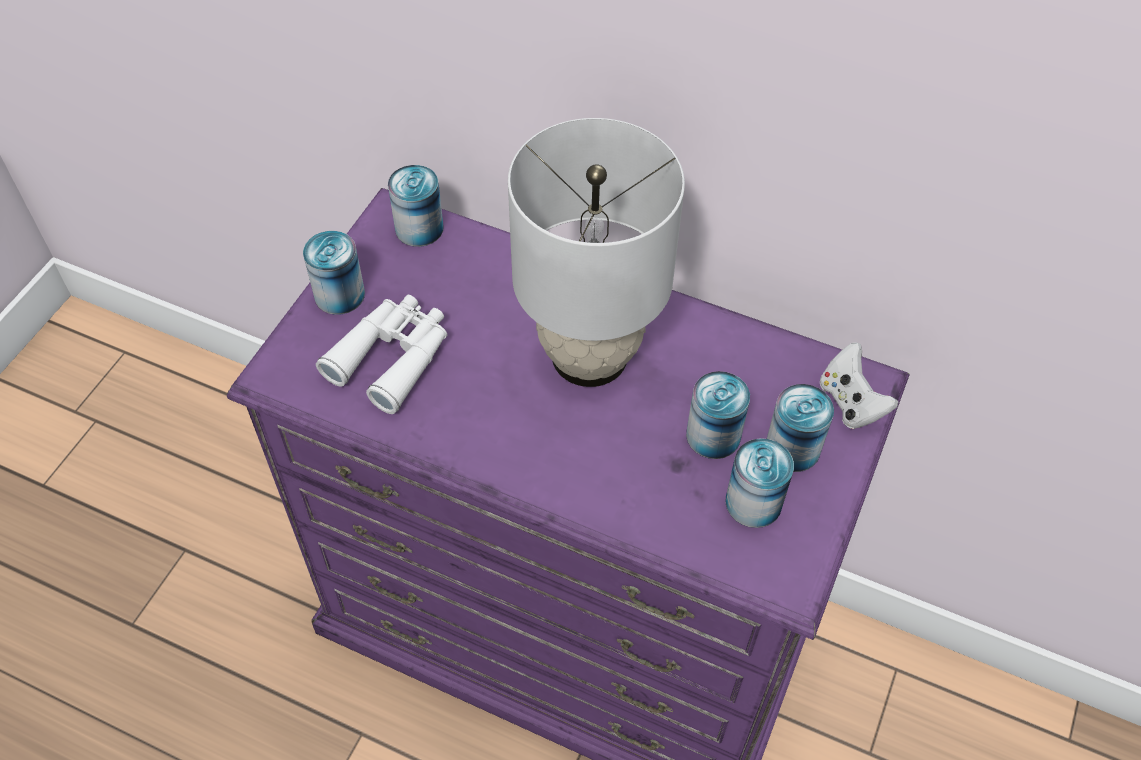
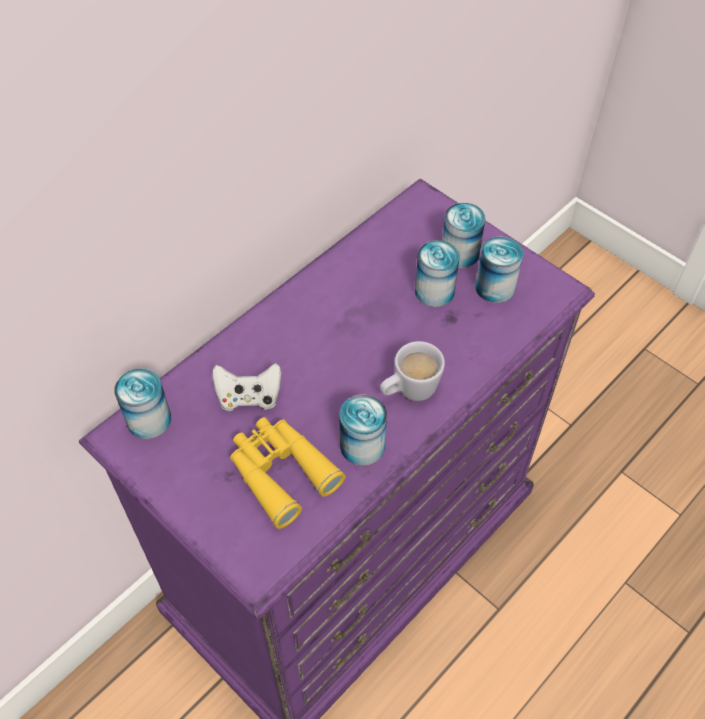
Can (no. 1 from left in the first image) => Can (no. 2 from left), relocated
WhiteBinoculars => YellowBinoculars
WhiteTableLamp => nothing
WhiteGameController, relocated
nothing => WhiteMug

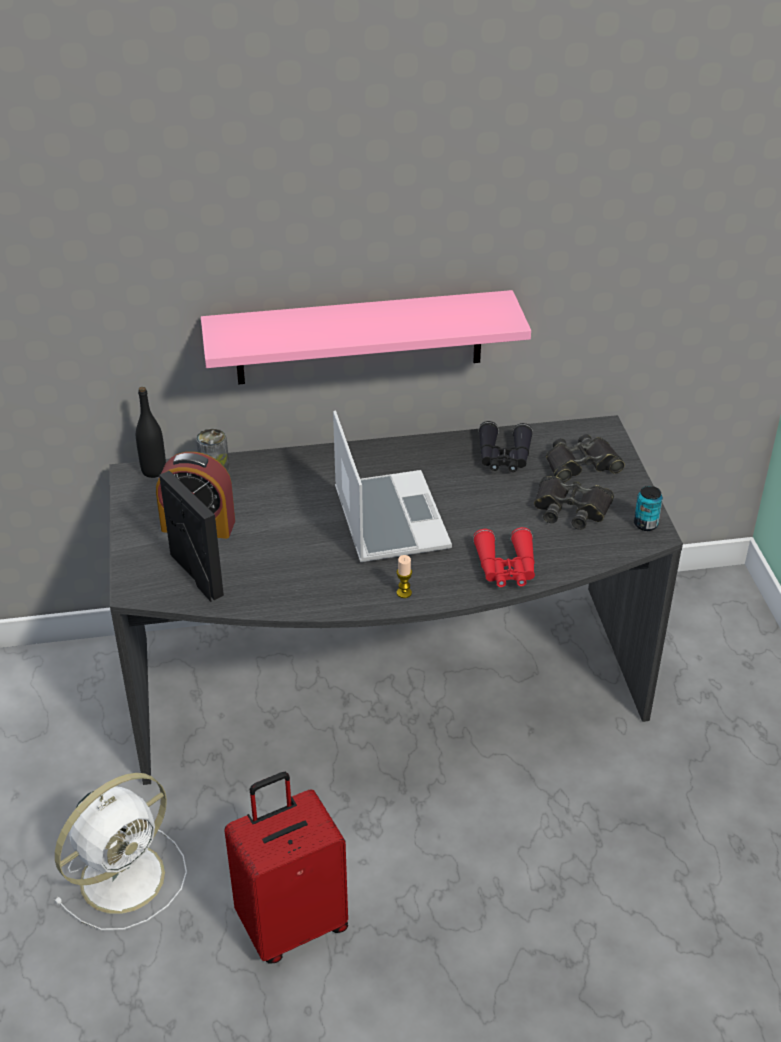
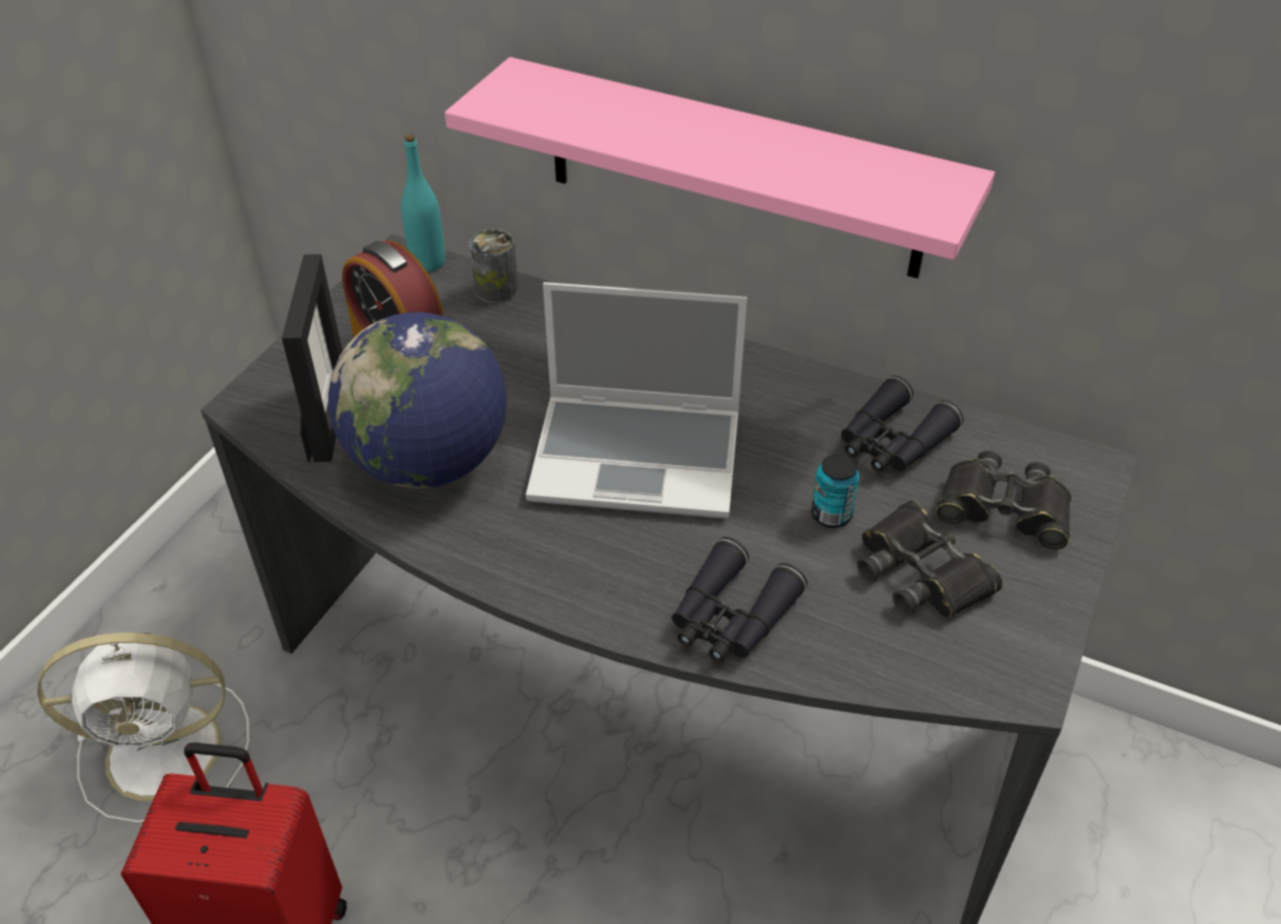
BlackBottle => TurquoiseBottle
Laptop, 75 degrees clockwise
Candle => nothing
RedBinoculars => BlackBinoculars (no. 1 from left)
Can (no. 2 from left), relocated
nothing => Globe

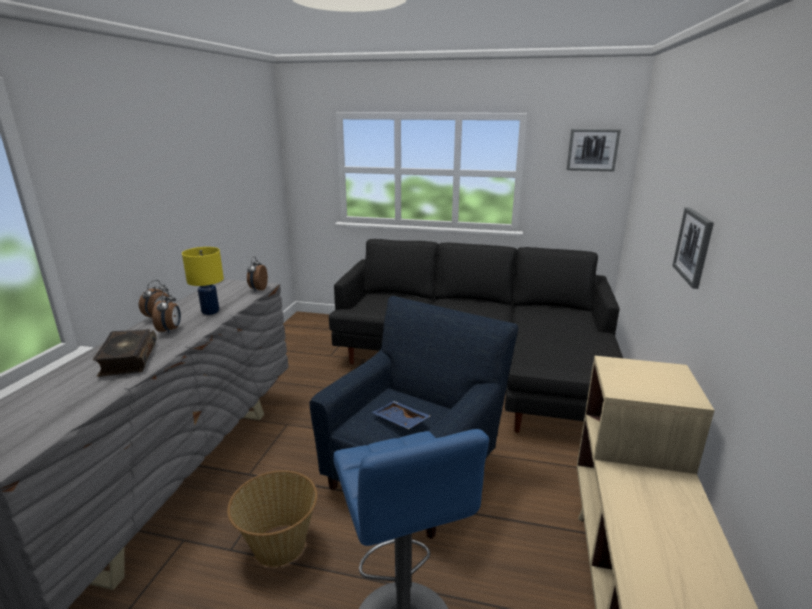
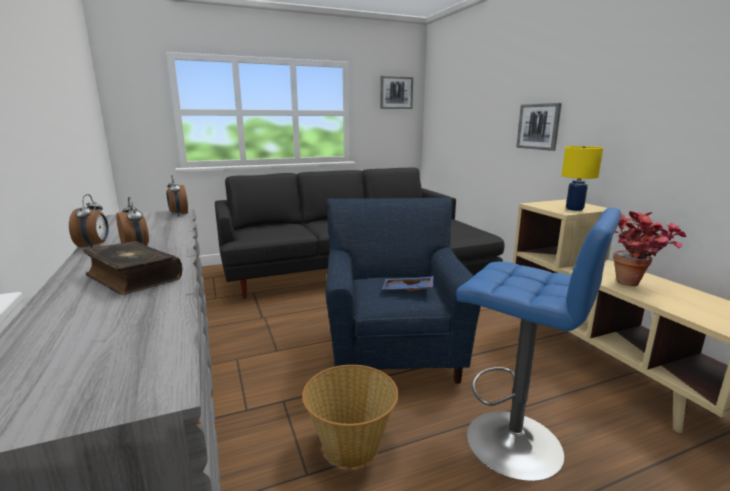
YellowTableLamp, relocated
nothing => PottedPlant

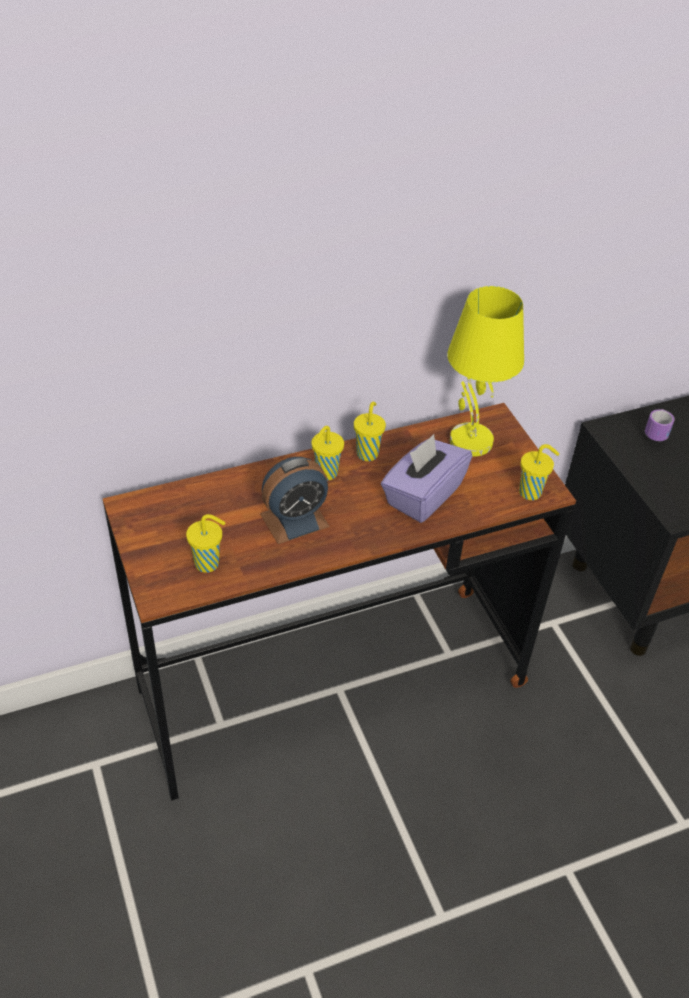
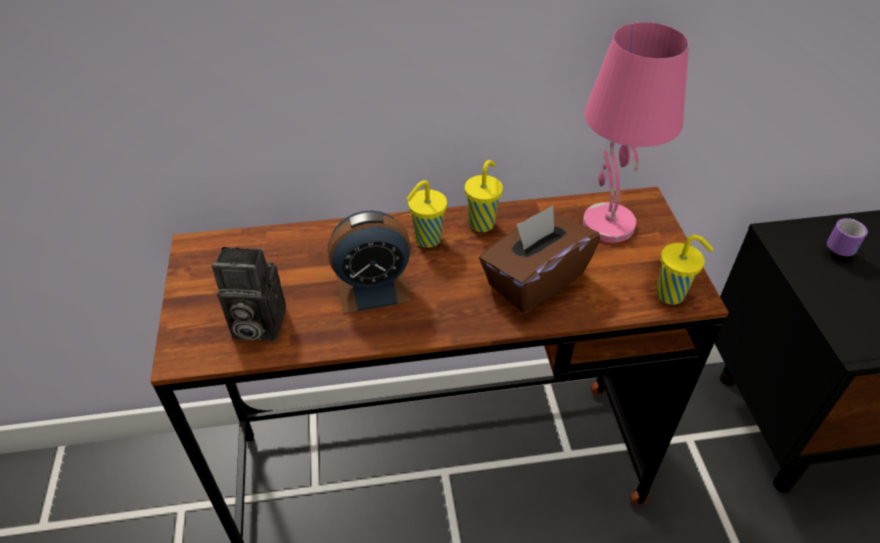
YellowCup (no. 1 from left) => PhotoCamera
PurpleTissueBox => BrownTissueBox
YellowTableLamp => PinkTableLamp

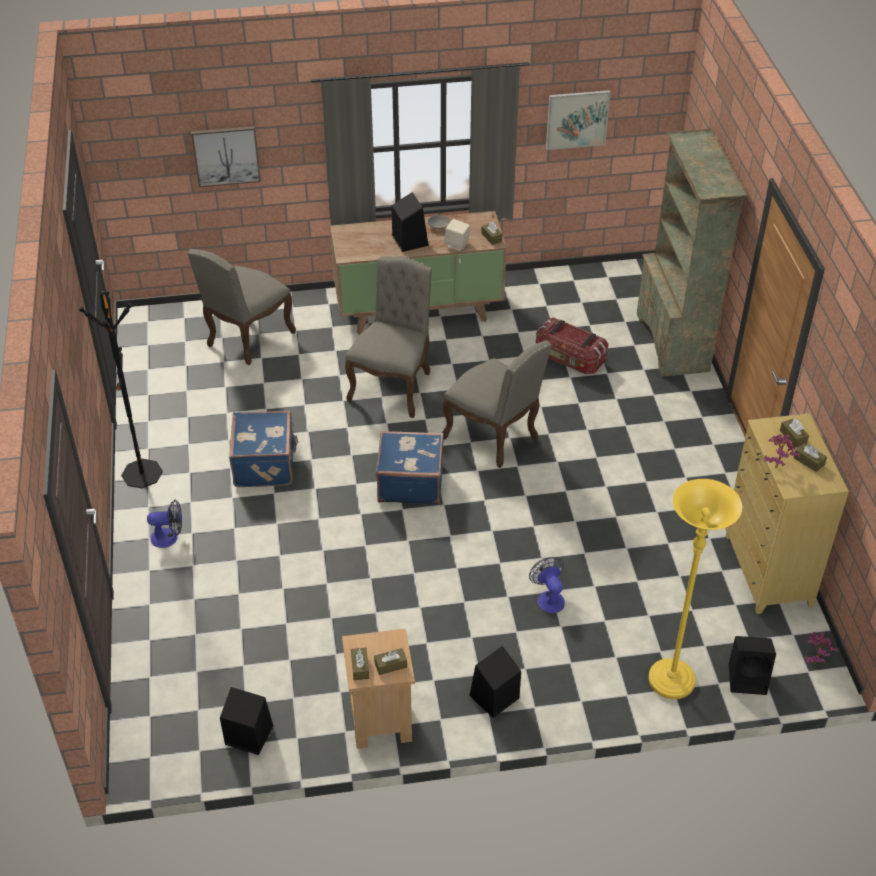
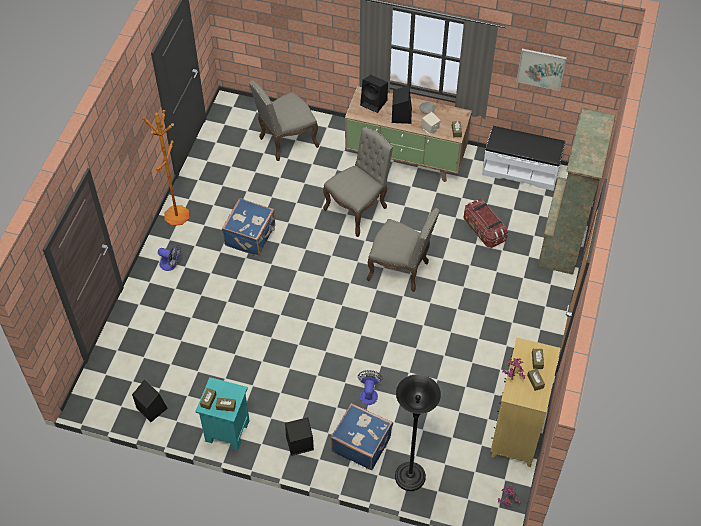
BlackClothesRack => OrangeClothesRack
Picture (no. 1 from left) => nothing
BeigeNightstand => TurquoiseNightstand
BlueSuitcase (no. 2 from left), relocated
GreyChair (no. 3 from left), 45 degrees counterclockwise
YellowFloorLamp => BlackFloorLamp
BlackSpeaker (no. 4 from left in the first image) => BlackSpeaker (no. 3 from left), relocated
nothing => WhiteBench

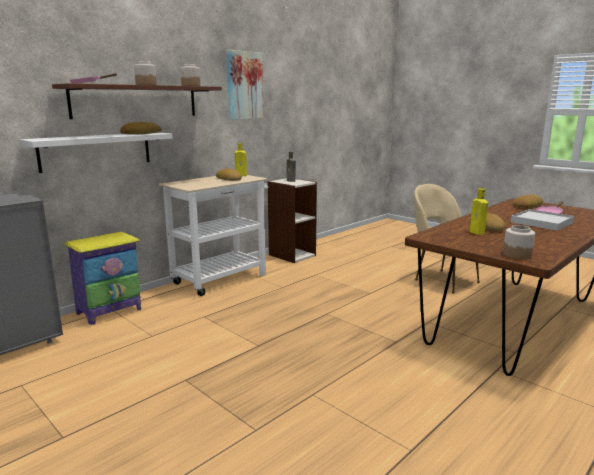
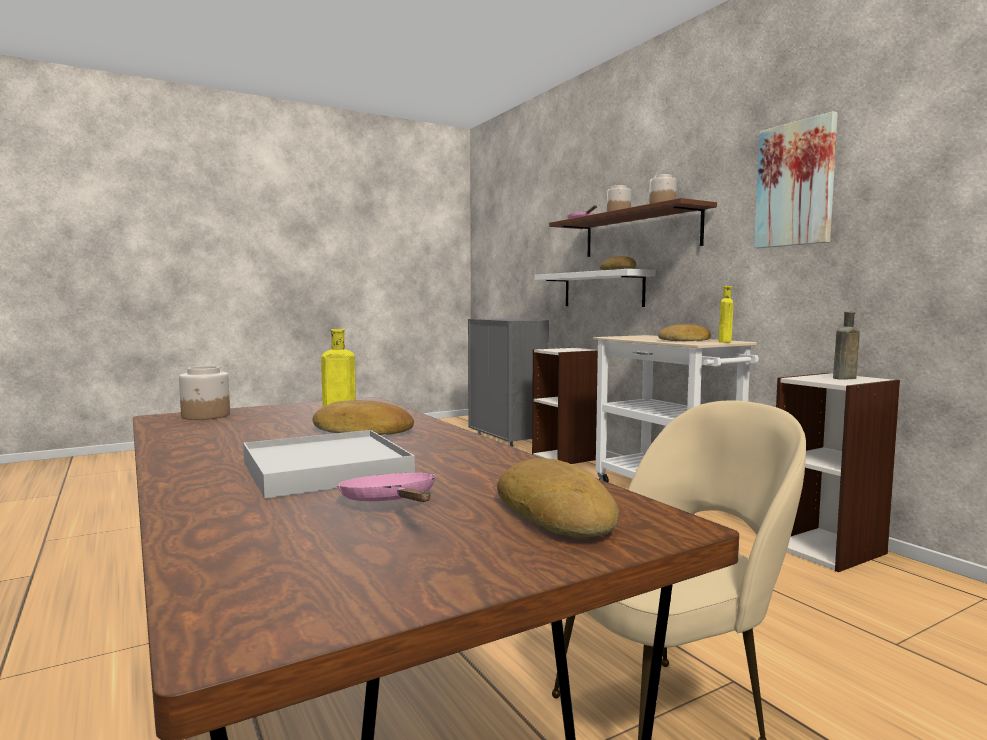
Nightstand => Bookcase (no. 1 from left)

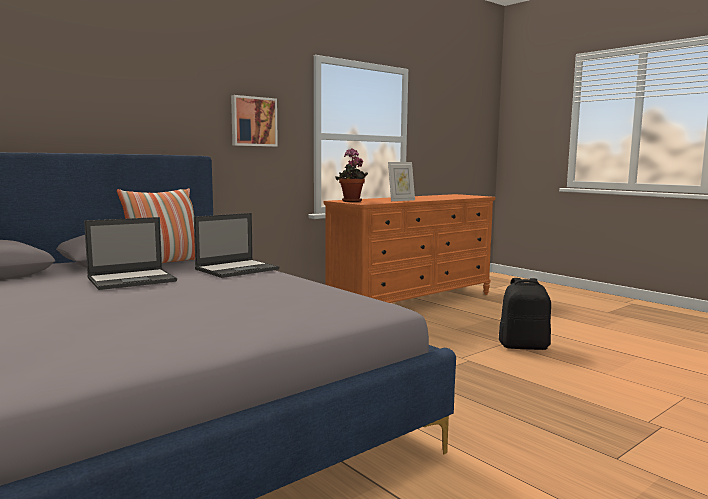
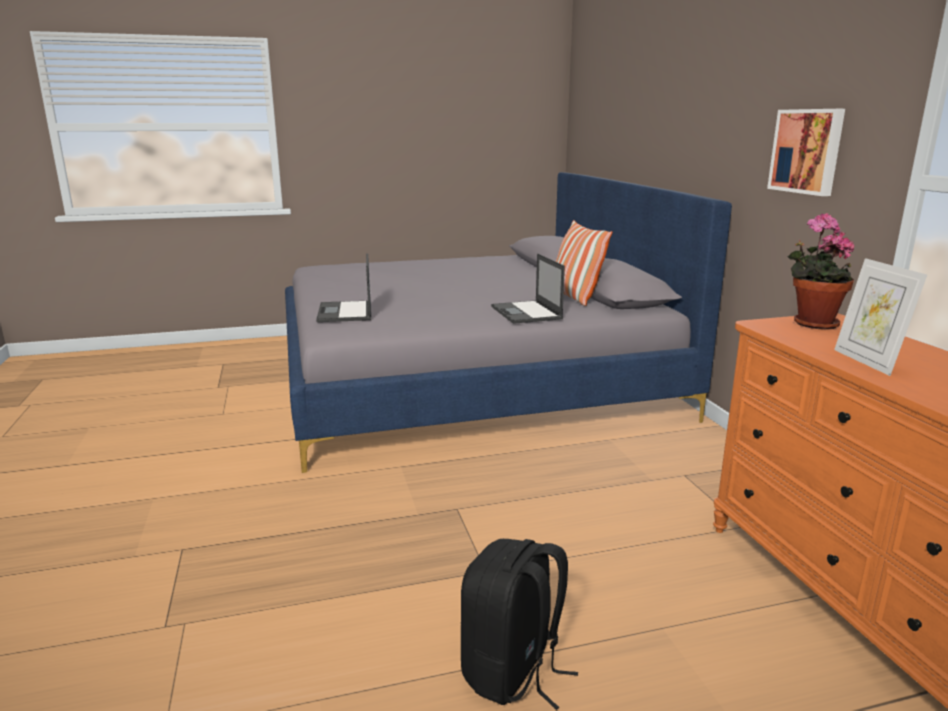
Laptop (no. 1 from left), relocated

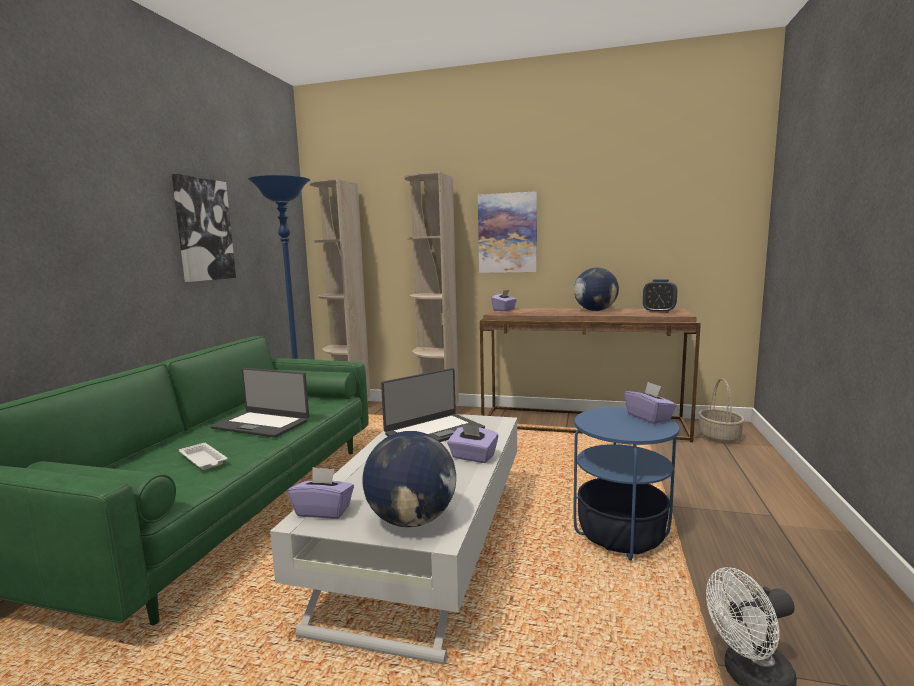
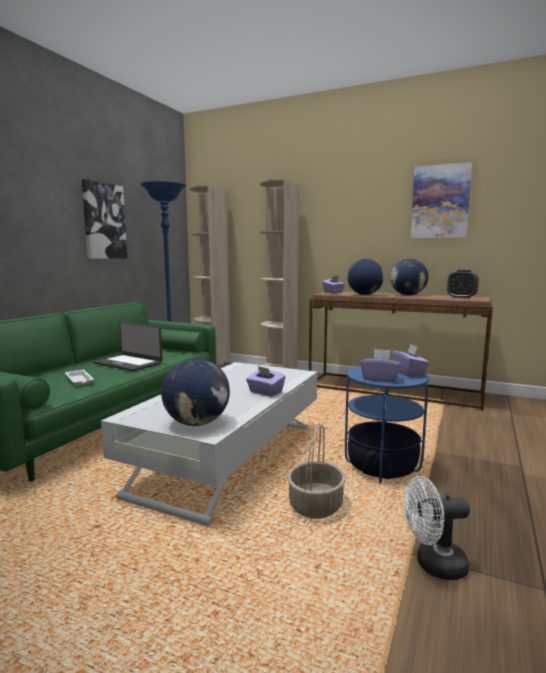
PurpleTissueBox (no. 1 from left in the first image) => PurpleTissueBox (no. 3 from left), relocated
Laptop (no. 2 from left) => nothing
Picture (no. 2 from left), relocated
Basket, relocated
nothing => Globe (no. 2 from left)

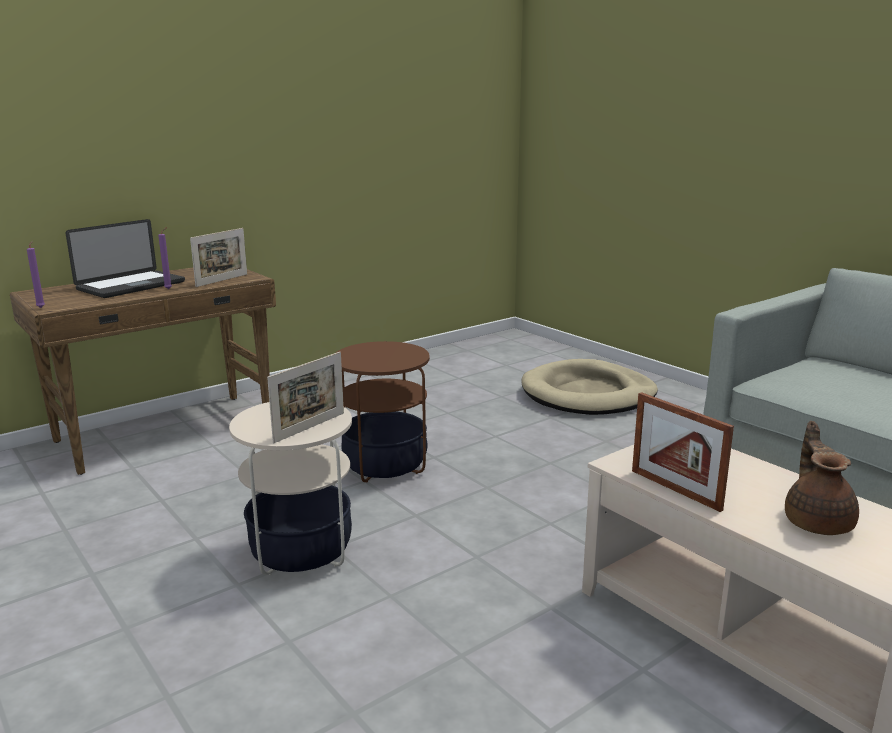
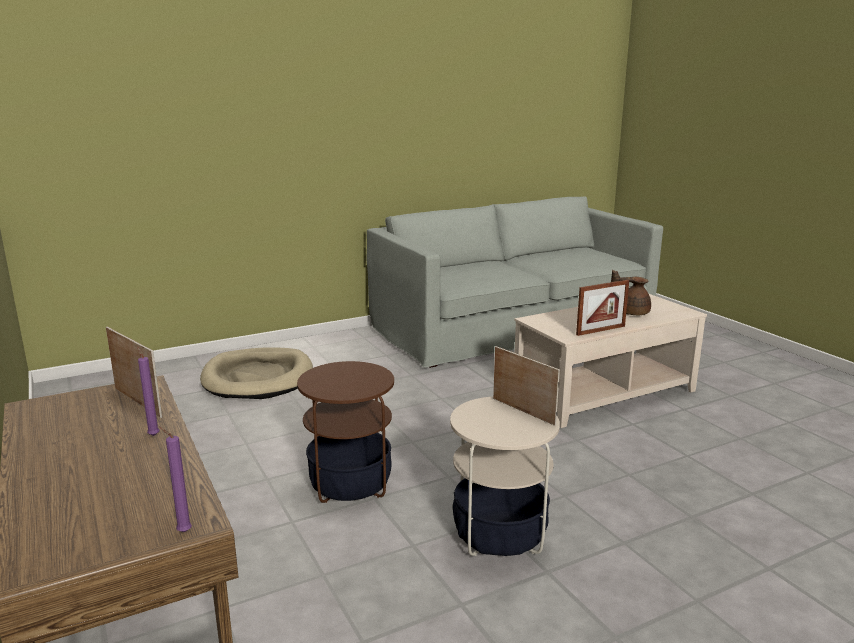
Laptop => nothing

